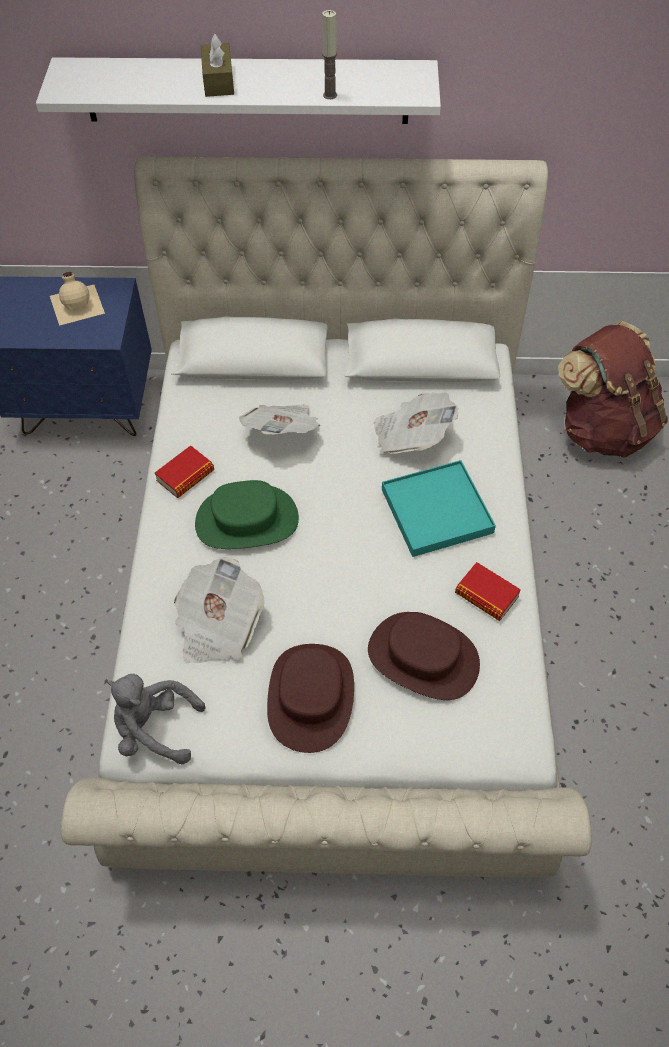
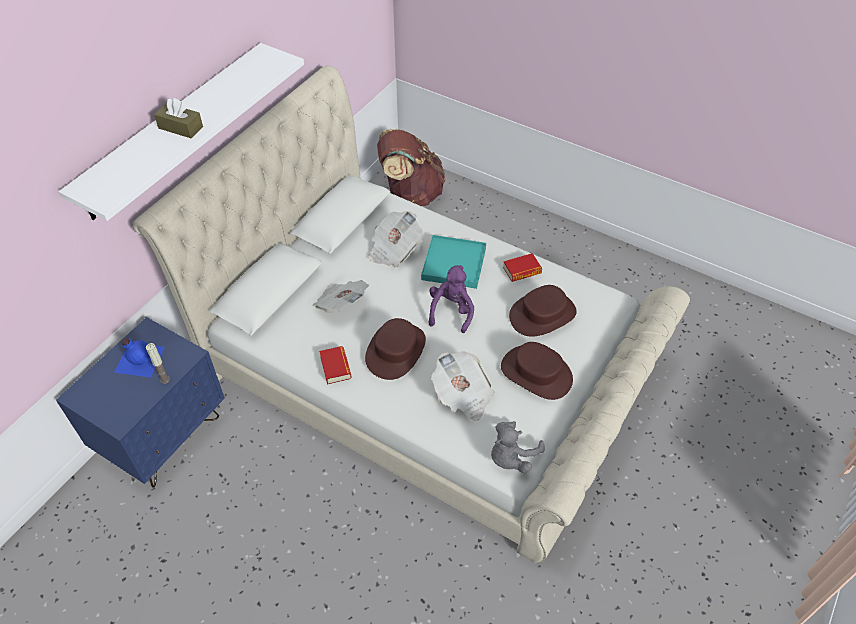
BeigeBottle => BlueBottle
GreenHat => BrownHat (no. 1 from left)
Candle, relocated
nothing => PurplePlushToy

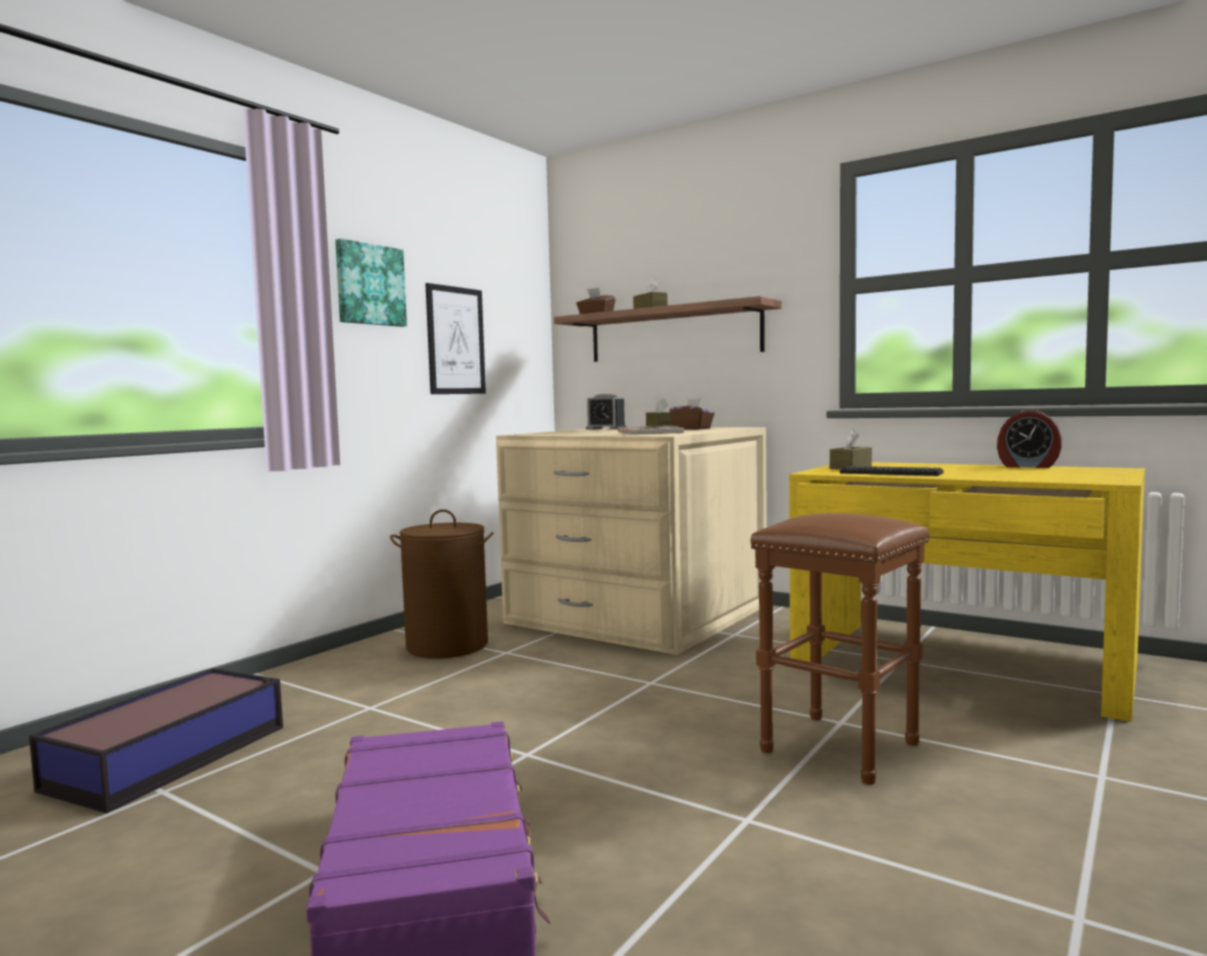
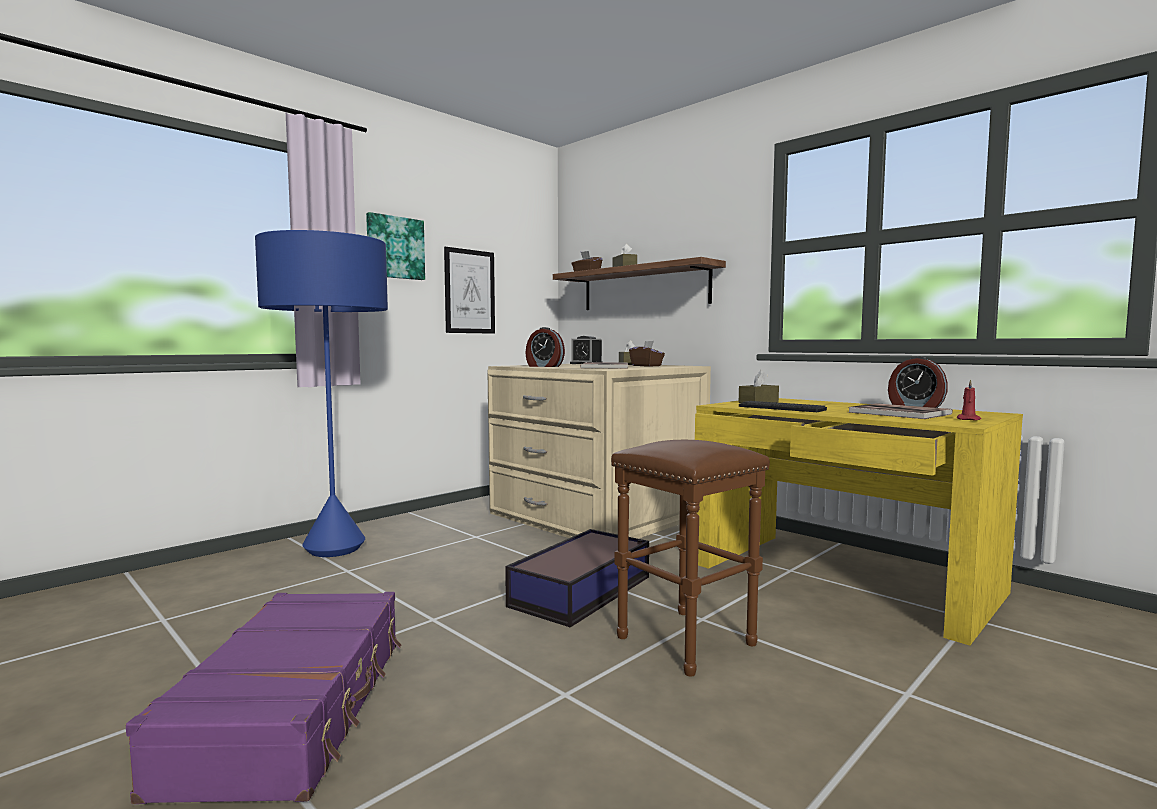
StorageBox, relocated
BrownLaundryBasket => nothing
nothing => BlueFloorLamp
nothing => AlarmClock (no. 1 from left)
nothing => Book (no. 2 from left)
nothing => RedCandle

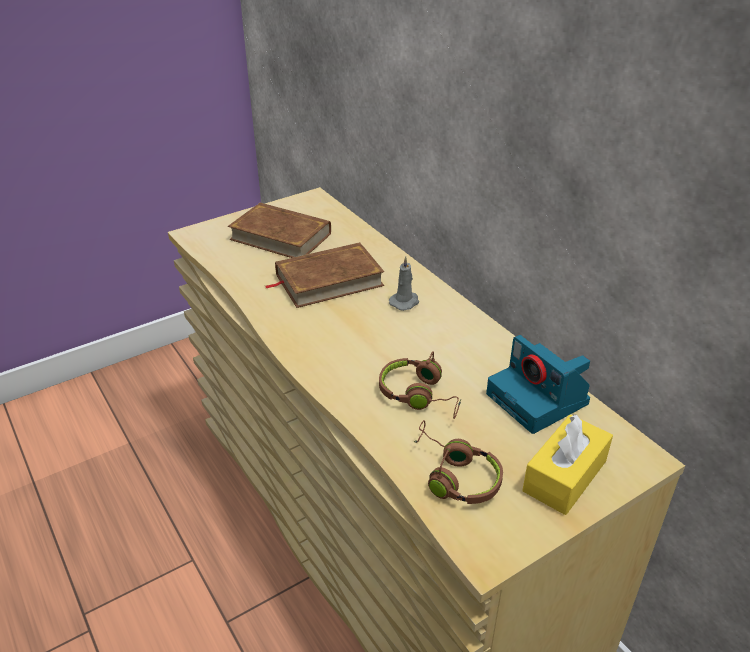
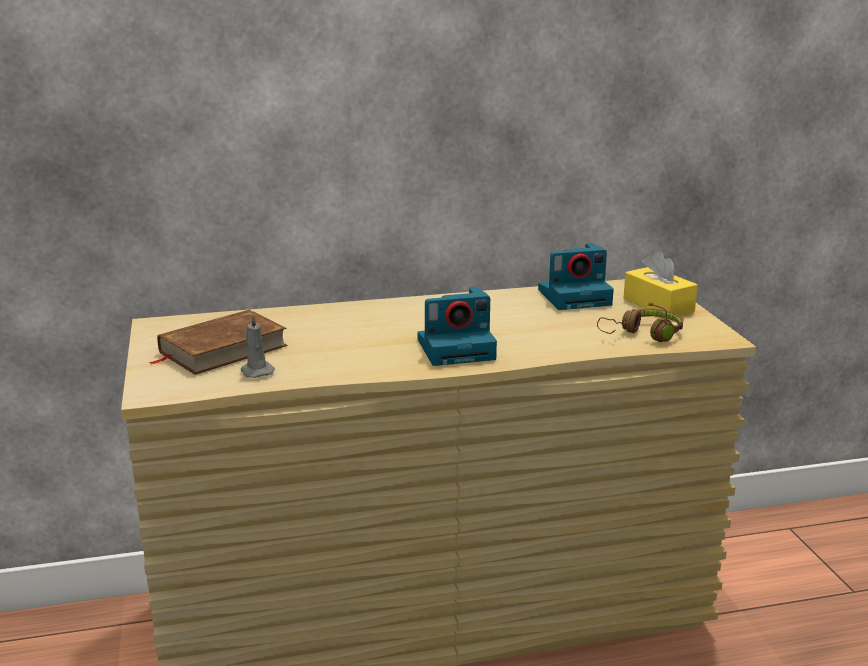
BrownBook (no. 2 from left) => nothing
BrownHeadphones (no. 1 from left) => nothing
GreyCandle, relocated
nothing => PhotoCamera (no. 1 from left)

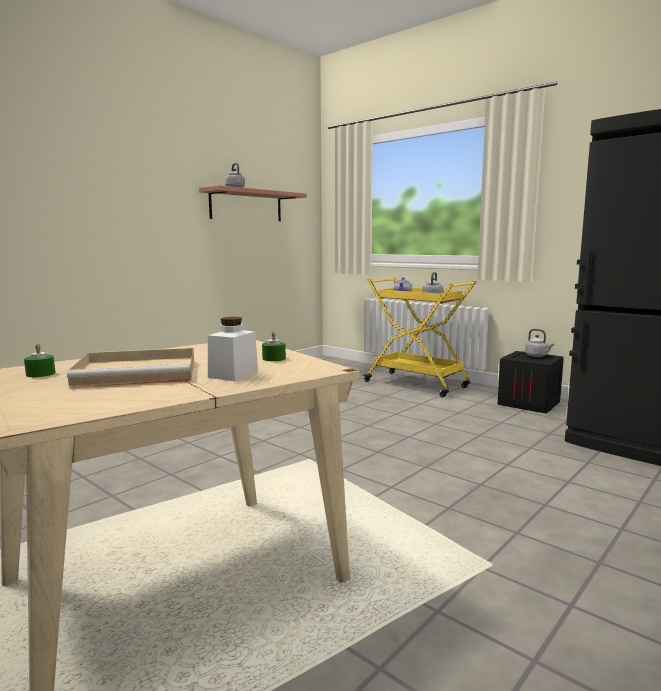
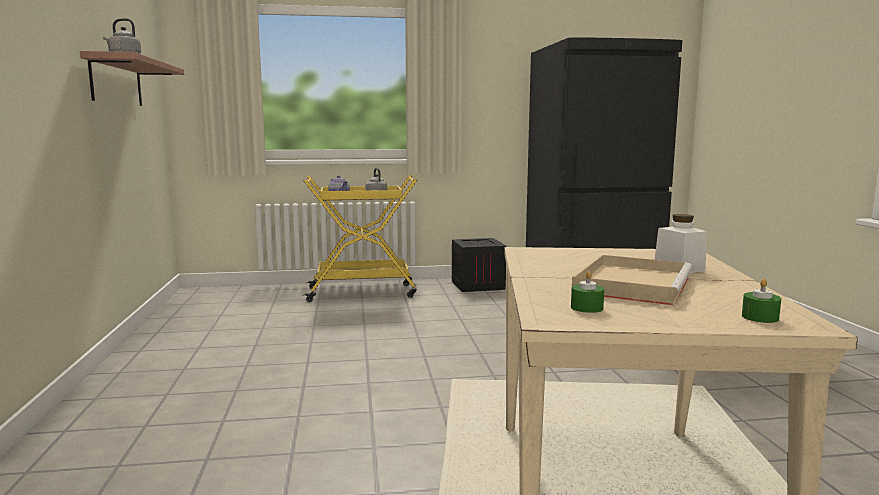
GreenCandle (no. 2 from left), relocated
GreyKettle (no. 3 from left) => nothing

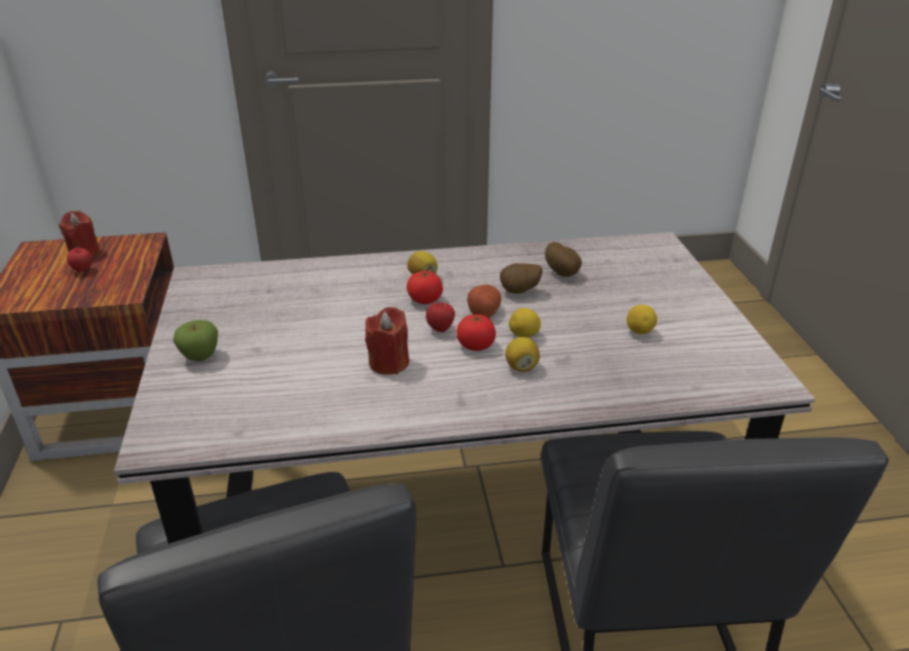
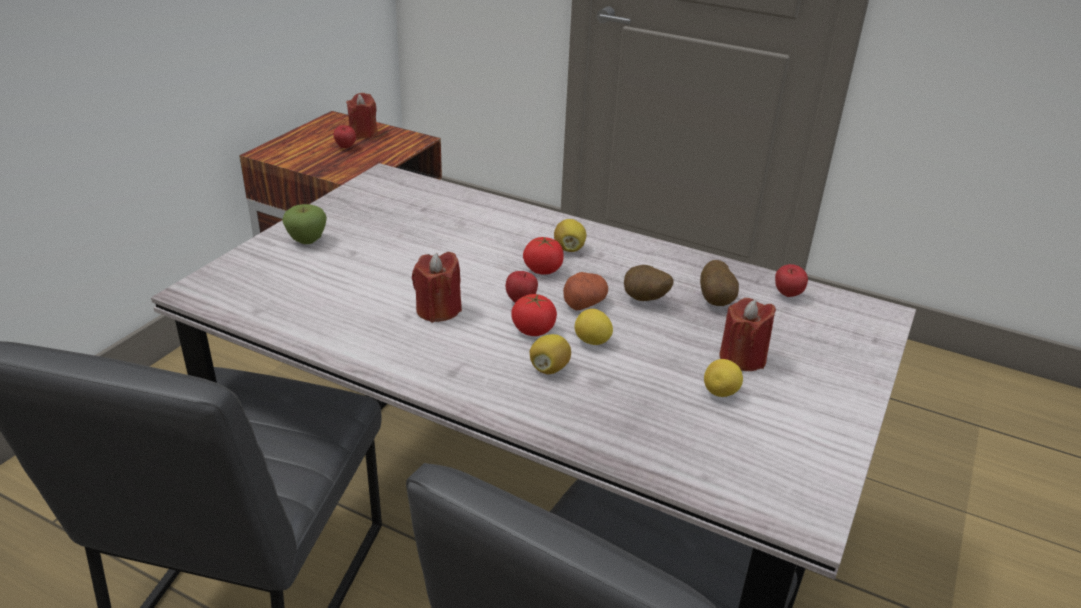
nothing => RedCandle (no. 3 from left)
nothing => Apple (no. 4 from left)

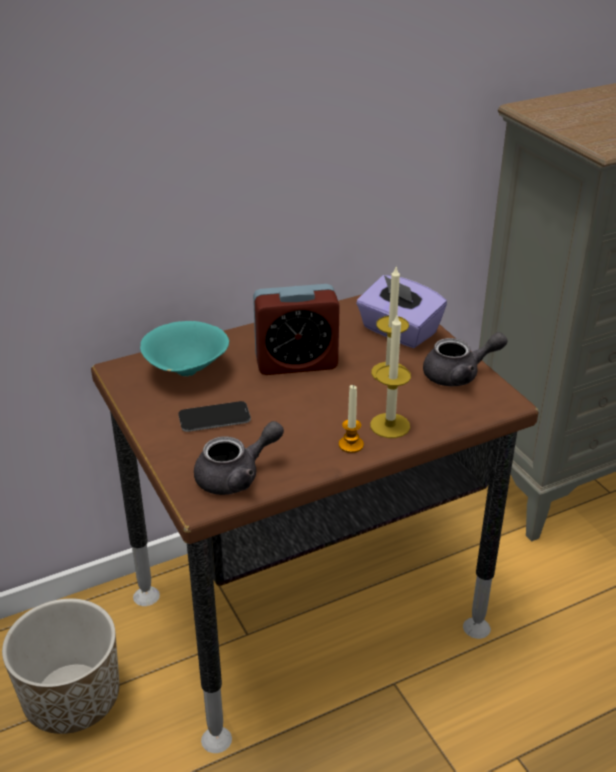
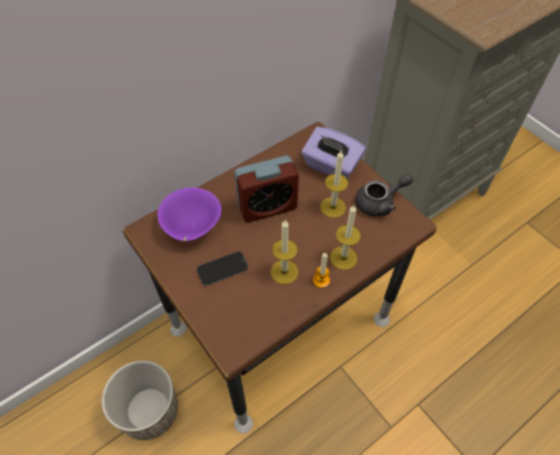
TurquoiseBowl => PurpleBowl
GreyTeapot (no. 1 from left) => nothing
nothing => Candle (no. 1 from left)

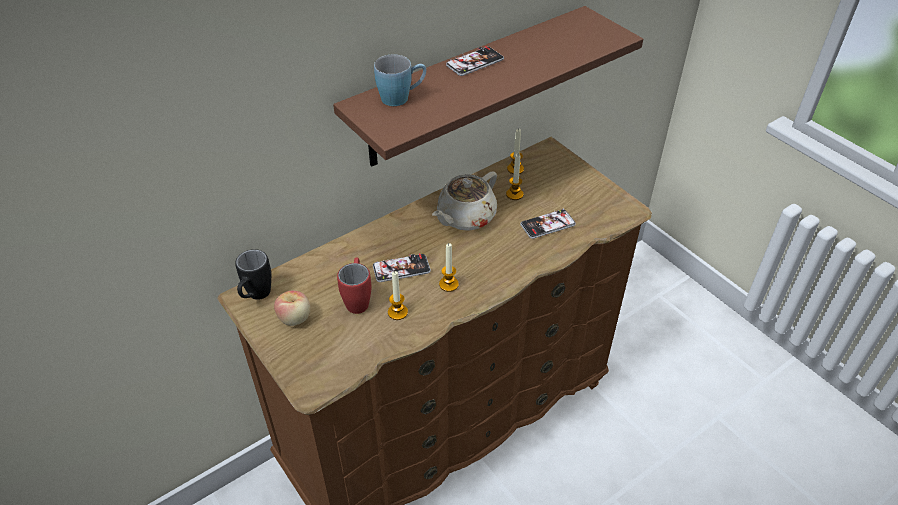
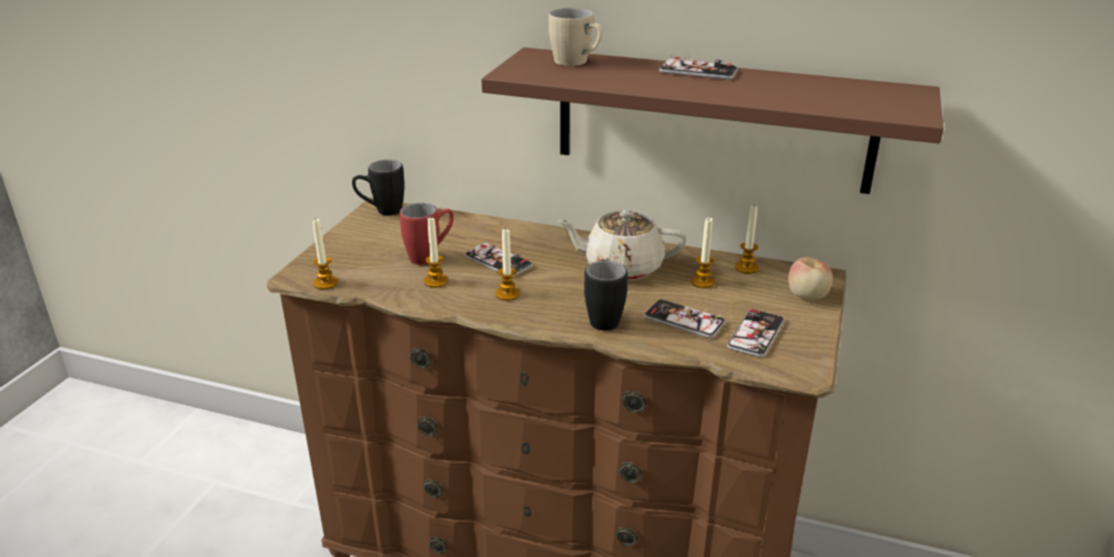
Apple, relocated
BlueMug => BeigeMug
nothing => Candle (no. 1 from left)
nothing => BlackMug (no. 2 from left)
nothing => Phone (no. 4 from left)

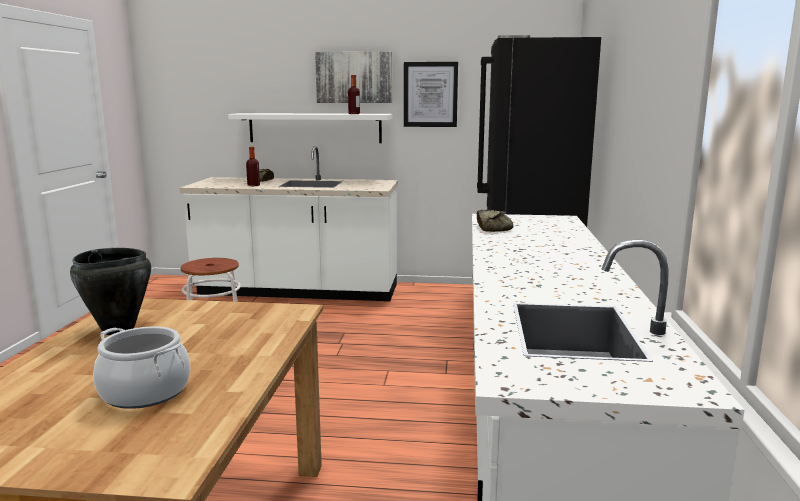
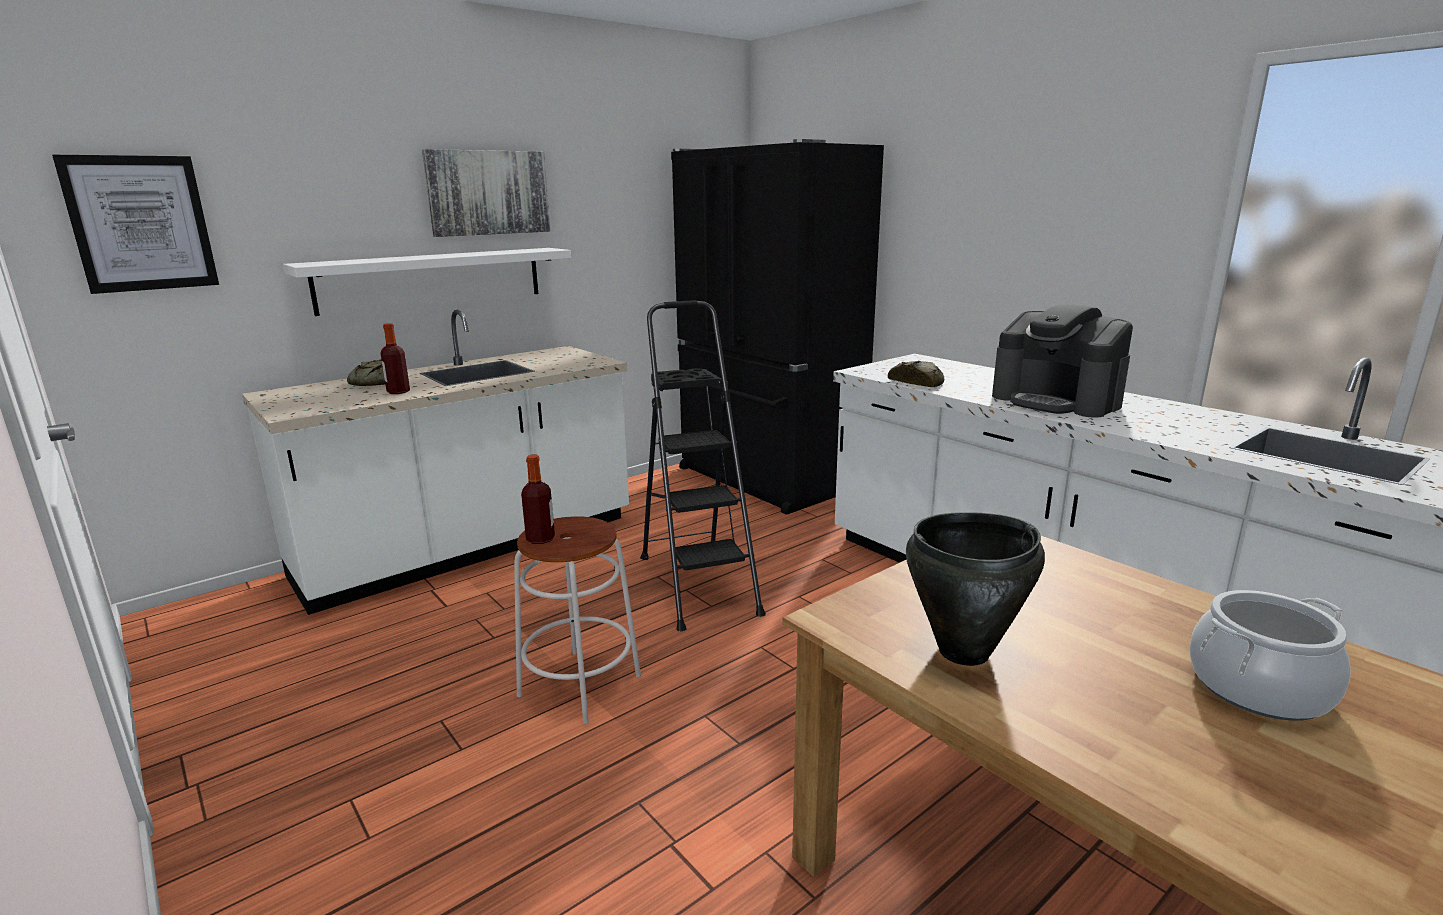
Bottle (no. 2 from left), relocated
Picture (no. 2 from left in the first image) => Picture (no. 1 from left), relocated
nothing => StepLadder
nothing => CoffeeMachine

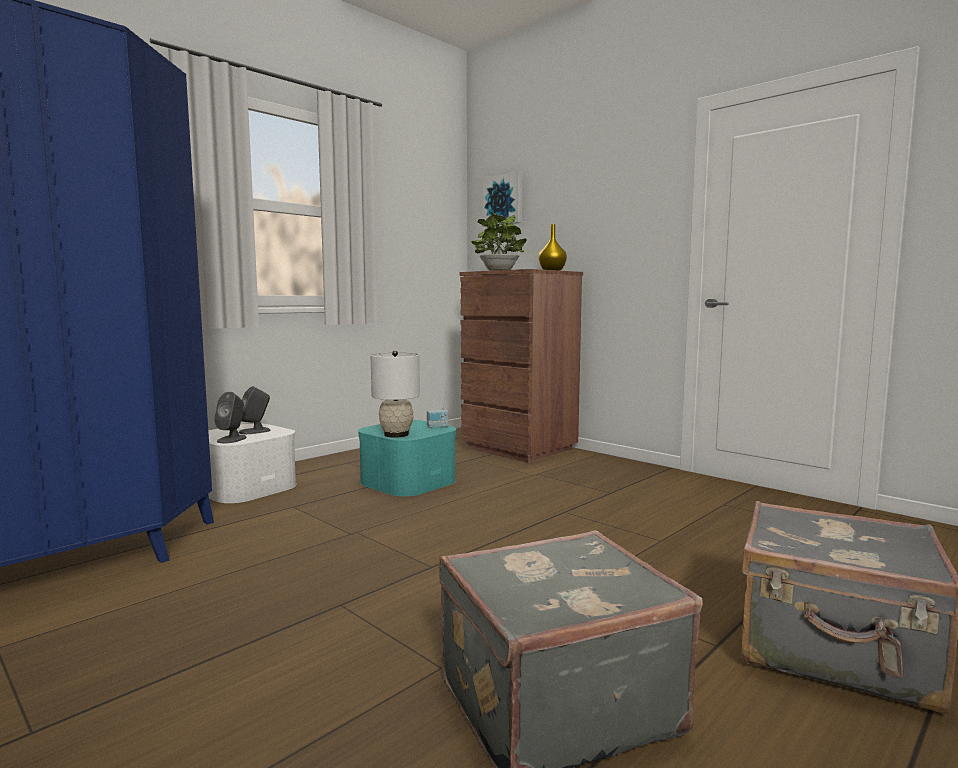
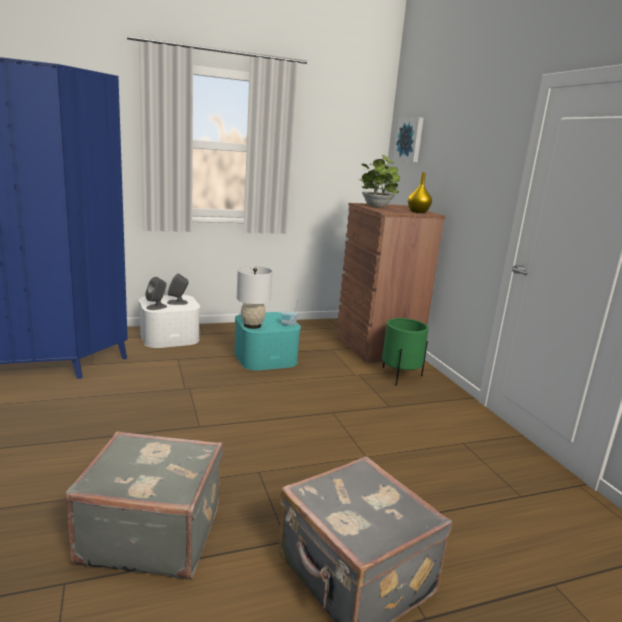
nothing => GreenPlanter

